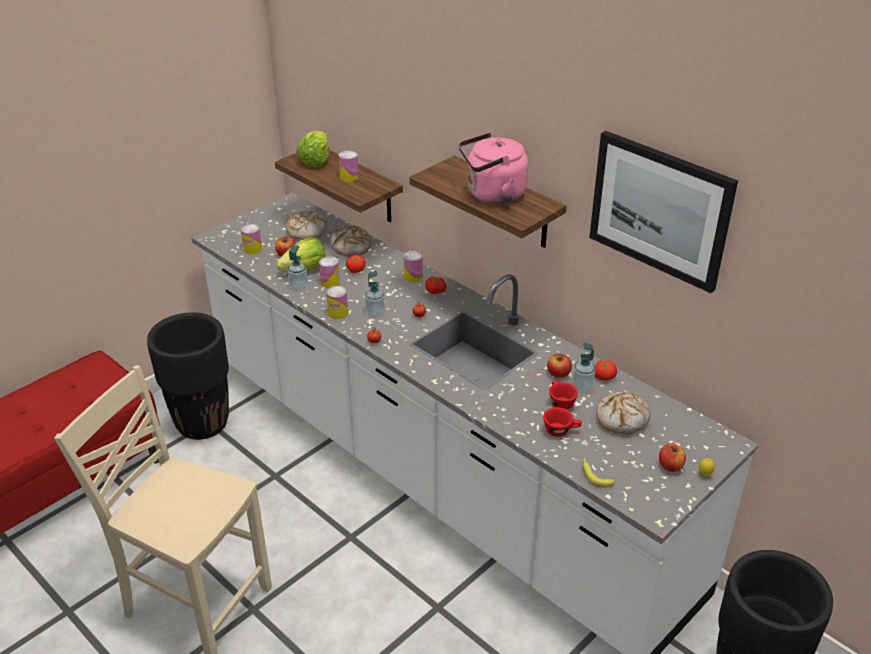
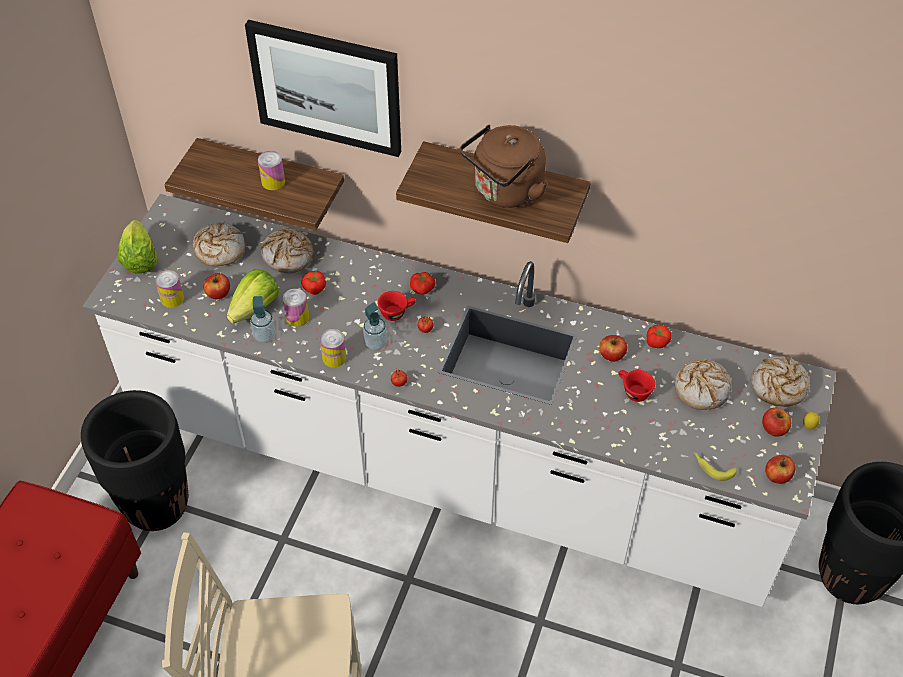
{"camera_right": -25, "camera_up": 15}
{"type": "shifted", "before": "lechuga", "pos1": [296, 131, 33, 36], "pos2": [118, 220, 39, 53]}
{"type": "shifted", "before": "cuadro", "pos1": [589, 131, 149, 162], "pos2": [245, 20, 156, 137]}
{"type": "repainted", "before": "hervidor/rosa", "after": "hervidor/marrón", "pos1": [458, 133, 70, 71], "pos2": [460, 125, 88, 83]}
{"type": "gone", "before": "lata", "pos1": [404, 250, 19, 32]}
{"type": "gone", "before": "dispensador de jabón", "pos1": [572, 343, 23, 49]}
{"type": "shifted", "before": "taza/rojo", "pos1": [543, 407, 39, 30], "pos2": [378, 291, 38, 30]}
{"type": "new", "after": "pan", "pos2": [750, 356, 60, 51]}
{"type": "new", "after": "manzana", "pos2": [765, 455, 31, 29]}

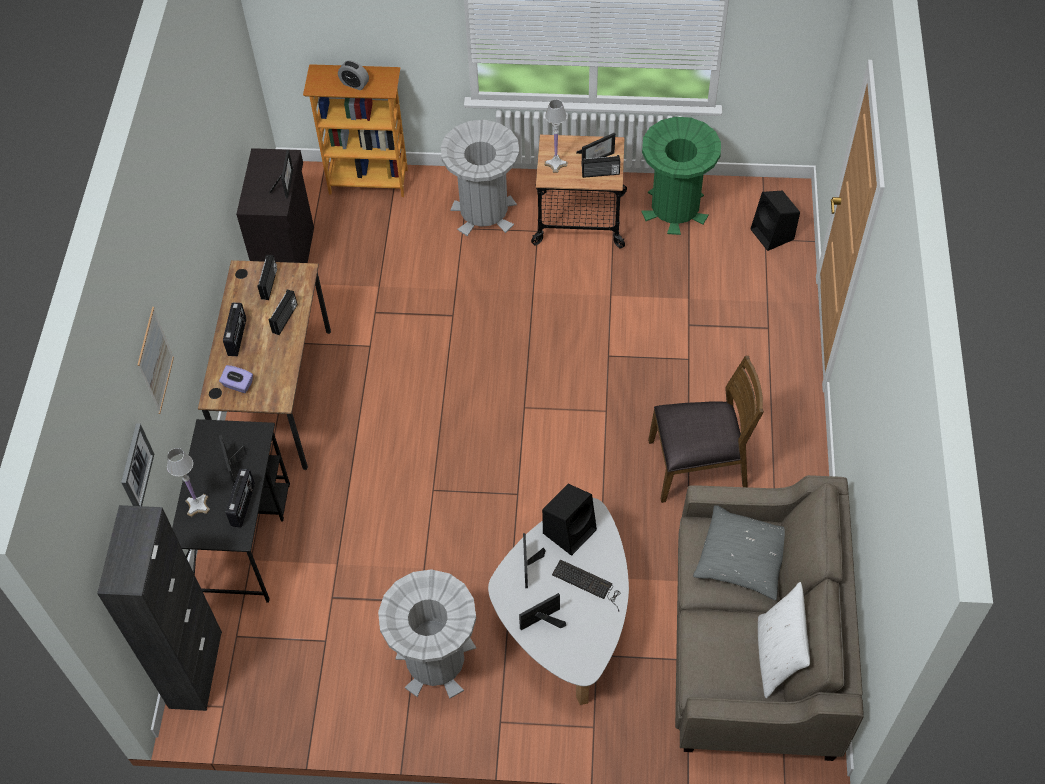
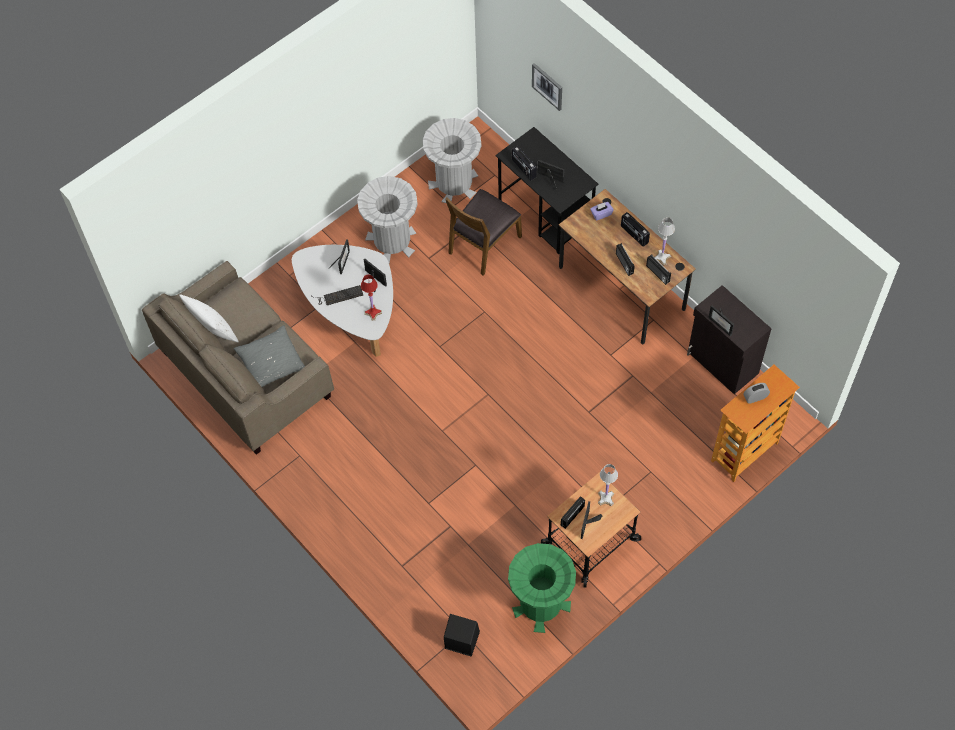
{"camera_right": 135, "camera_up": 5}
{"type": "shifted", "before": "papelera/gris", "pos1": [441, 120, 78, 117], "pos2": [423, 118, 58, 85]}
{"type": "gone", "before": "cuadro", "pos1": [138, 307, 36, 107]}
{"type": "shifted", "before": "silla/marrón", "pos1": [648, 356, 116, 147], "pos2": [445, 189, 77, 86]}
{"type": "shifted", "before": "lámpara de mesa/blanco", "pos1": [167, 448, 43, 69], "pos2": [654, 217, 21, 48]}
{"type": "swapped", "before": "altavoz/negro", "after": "lámpara de mesa/rojo", "pos1": [542, 484, 55, 72], "pos2": [361, 275, 21, 45]}
{"type": "gone", "before": "armario/negro", "pos1": [97, 505, 125, 206]}

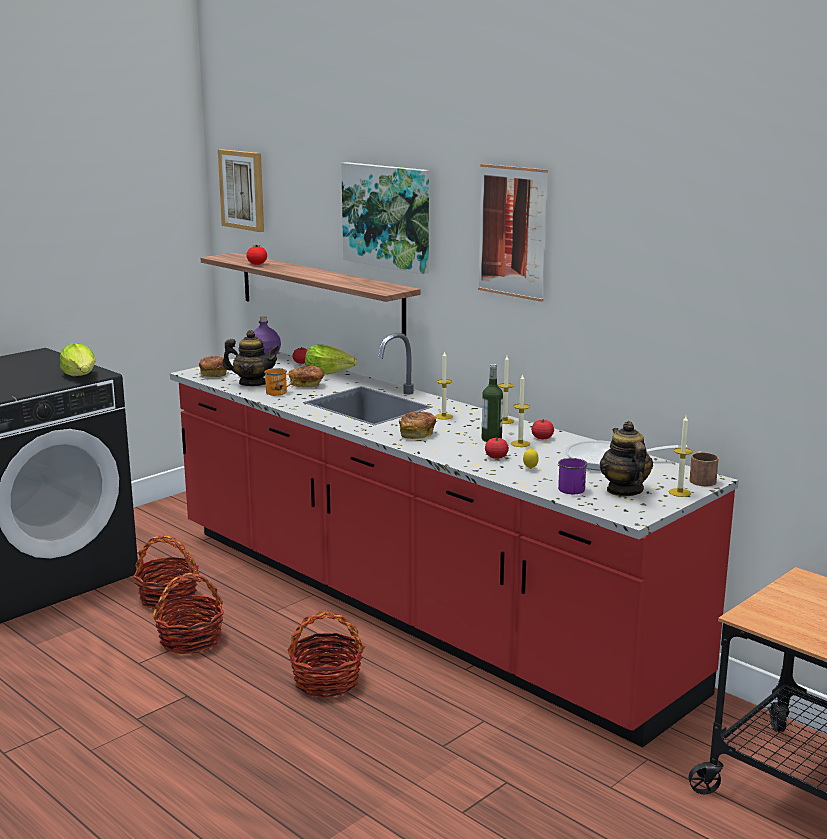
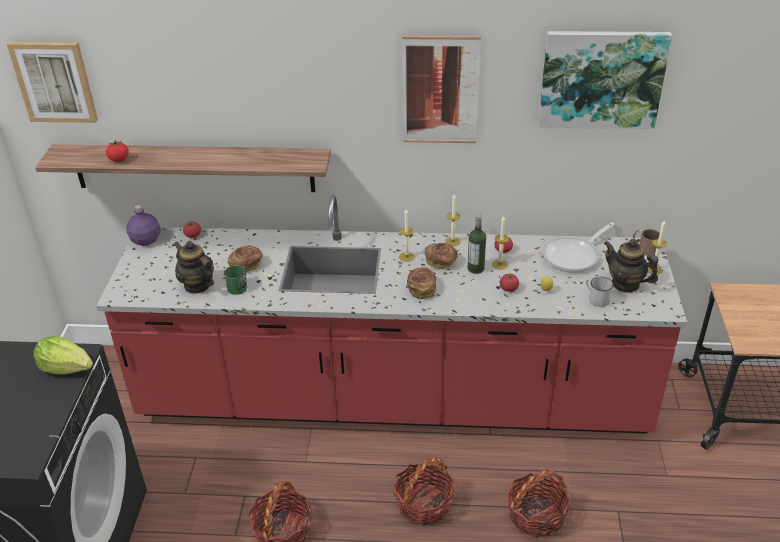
{"camera_right": -40, "camera_up": 20}
{"type": "shifted", "before": "cuadro", "pos1": [341, 162, 88, 112], "pos2": [538, 31, 134, 98]}
{"type": "rotated", "before": "tetera", "pos1": [222, 330, 58, 56], "pos2": [174, 241, 40, 53], "turn": -105}
{"type": "gone", "before": "lechuga", "pos1": [305, 344, 52, 30]}
{"type": "shifted", "before": "pan", "pos1": [199, 356, 28, 21], "pos2": [425, 243, 33, 26]}
{"type": "repainted", "before": "taza grande/naranja", "after": "taza grande/verde", "pos1": [264, 368, 30, 28], "pos2": [224, 265, 23, 30]}
{"type": "repainted", "before": "taza grande/morado", "after": "taza grande/blanco", "pos1": [558, 458, 29, 36], "pos2": [586, 277, 28, 30]}
{"type": "shifted", "before": "cesta", "pos1": [133, 535, 66, 74], "pos2": [507, 470, 64, 68]}

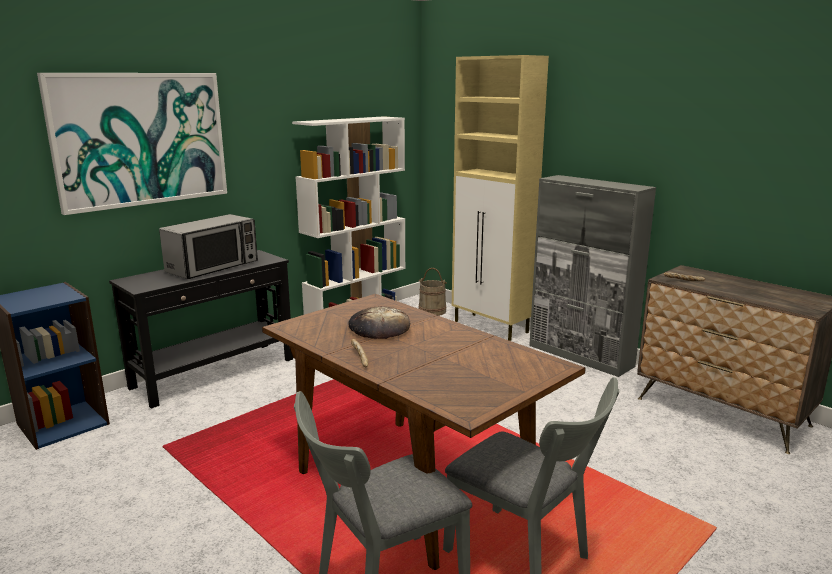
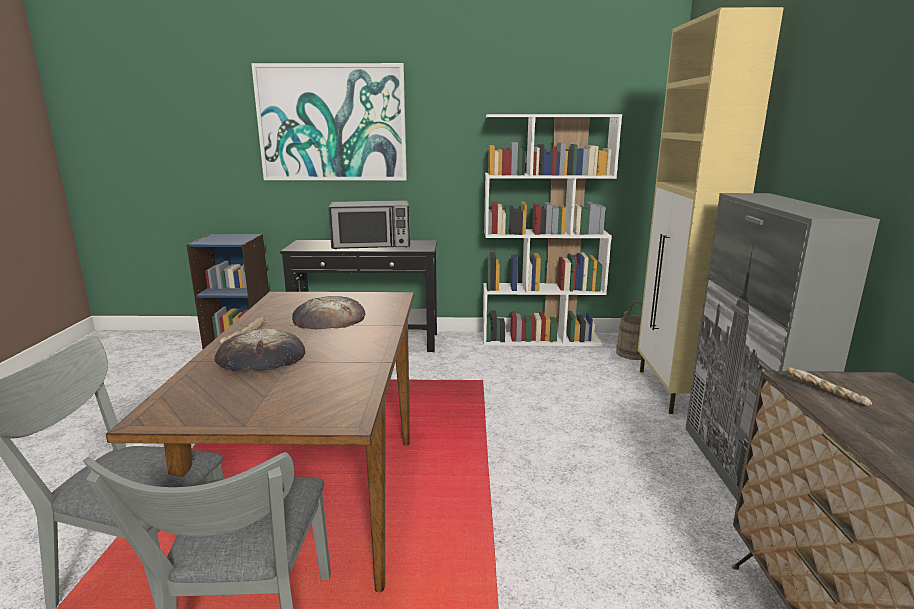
{"camera_right": 45, "camera_up": 0}
{"type": "new", "after": "pan", "pos2": [214, 328, 91, 44]}

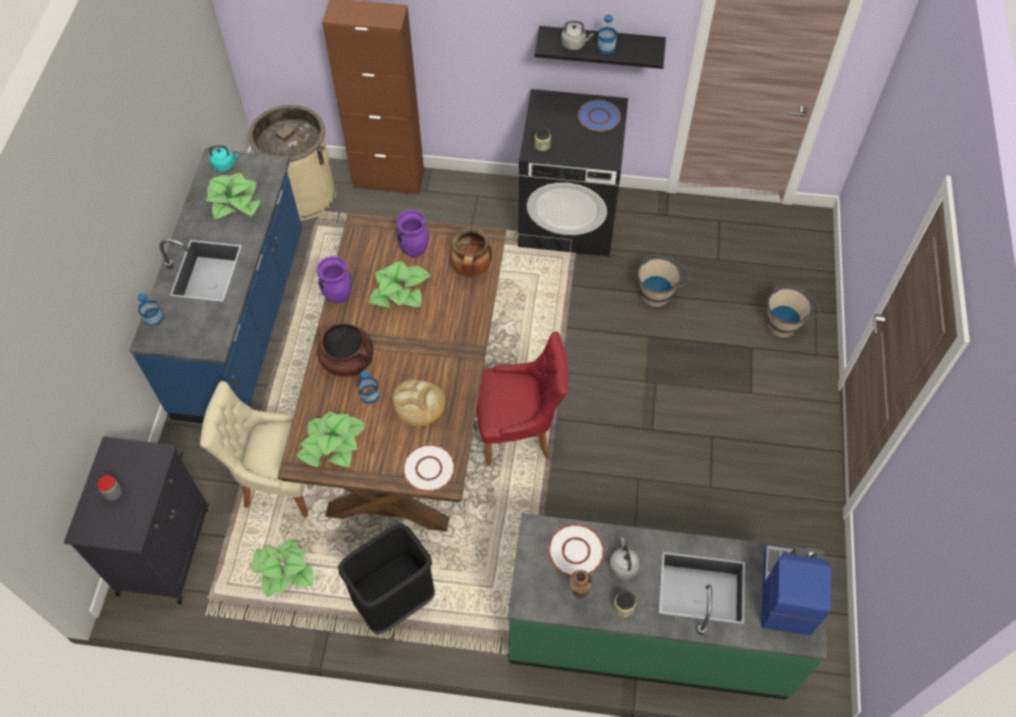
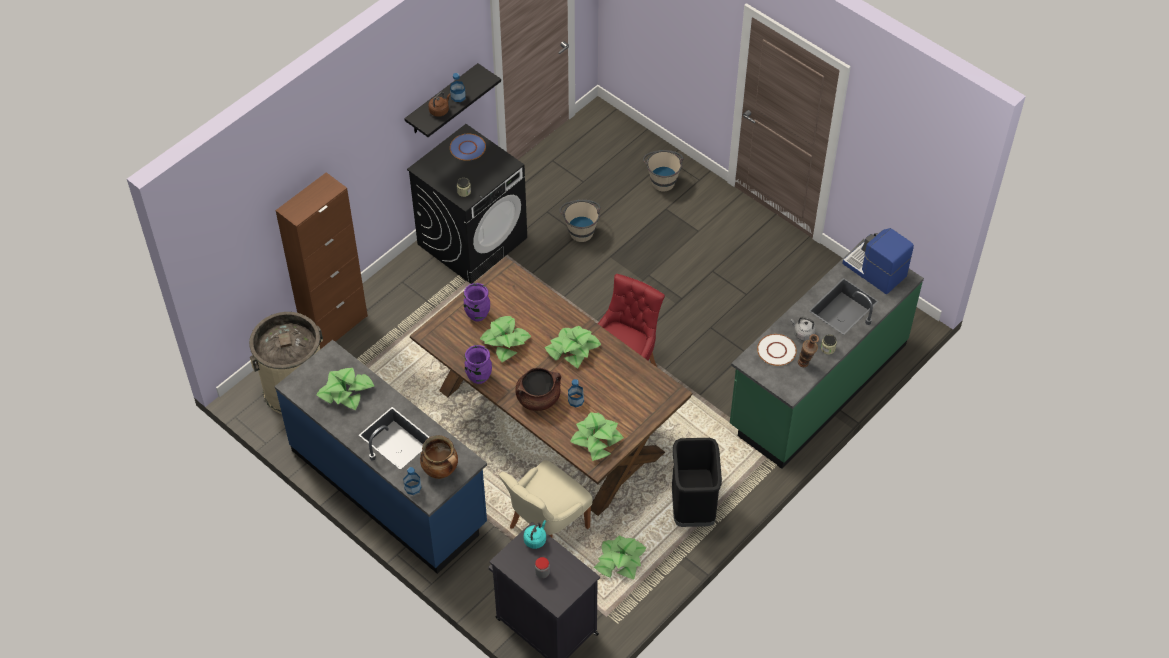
{"camera_right": -55, "camera_up": -5}
{"type": "repainted", "before": "hervidor/gris", "after": "hervidor/marrón", "pos1": [561, 21, 32, 29], "pos2": [428, 92, 23, 25]}
{"type": "shifted", "before": "hervidor/turquesa", "pos1": [209, 145, 30, 27], "pos2": [524, 520, 22, 29]}
{"type": "shifted", "before": "olla", "pos1": [450, 227, 42, 50], "pos2": [420, 435, 38, 44]}
{"type": "gone", "before": "pan", "pos1": [391, 379, 55, 47]}
{"type": "gone", "before": "plato/blanco", "pos1": [403, 444, 52, 48]}
{"type": "new", "after": "planta en maceta", "pos2": [545, 326, 56, 43]}

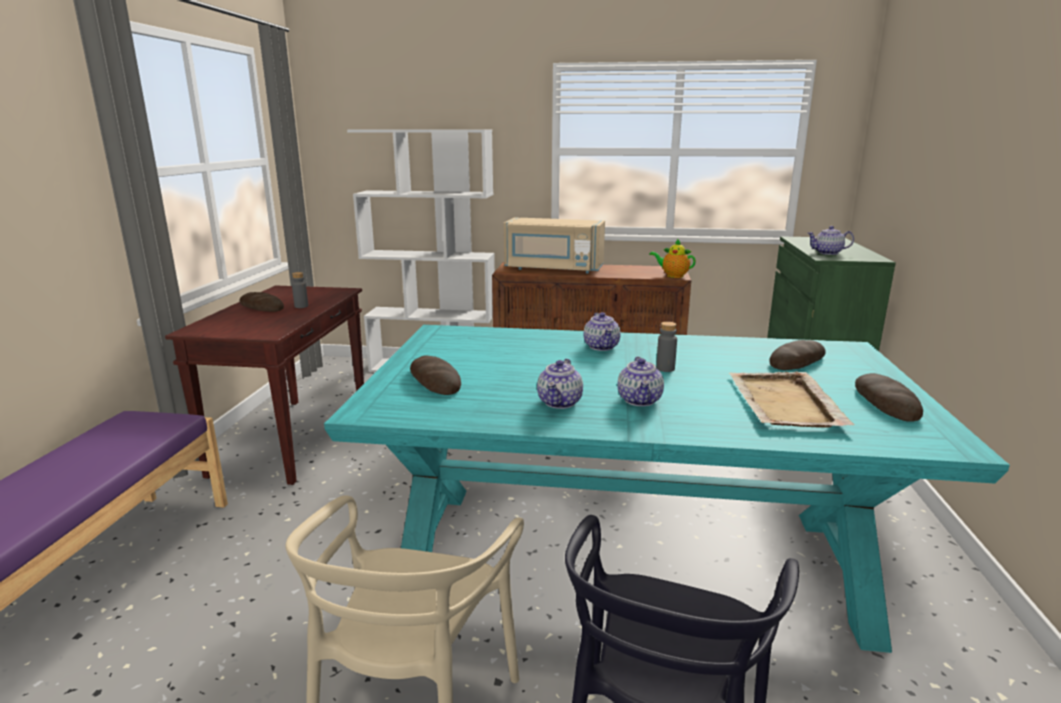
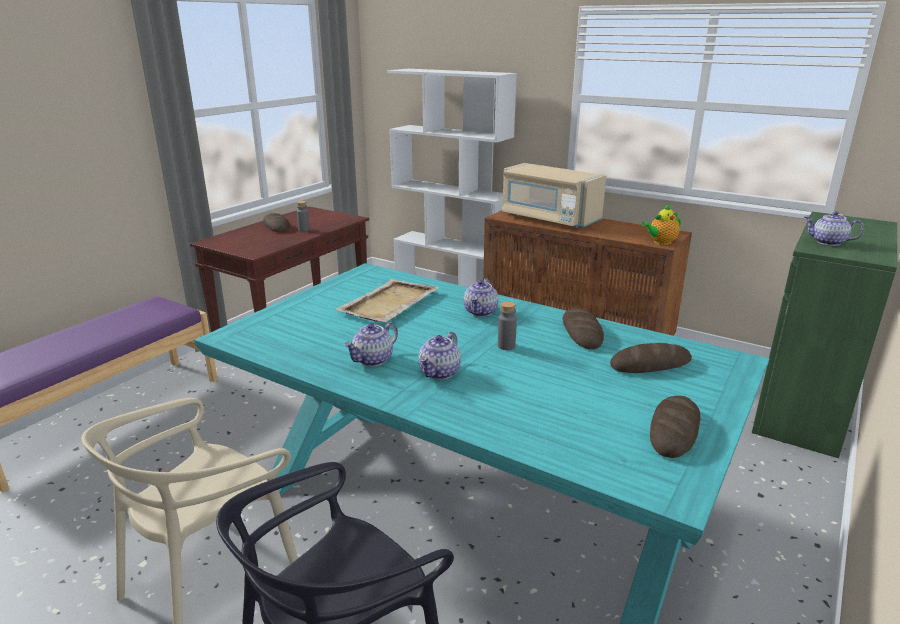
{"camera_right": 25, "camera_up": 5}
{"type": "rotated", "before": "tetera", "pos1": [650, 239, 46, 39], "pos2": [641, 203, 40, 42], "turn": -75}
{"type": "shifted", "before": "pan", "pos1": [410, 355, 51, 40], "pos2": [563, 308, 41, 41]}
{"type": "shifted", "before": "bandeja/beis", "pos1": [728, 371, 126, 57], "pos2": [334, 279, 106, 43]}

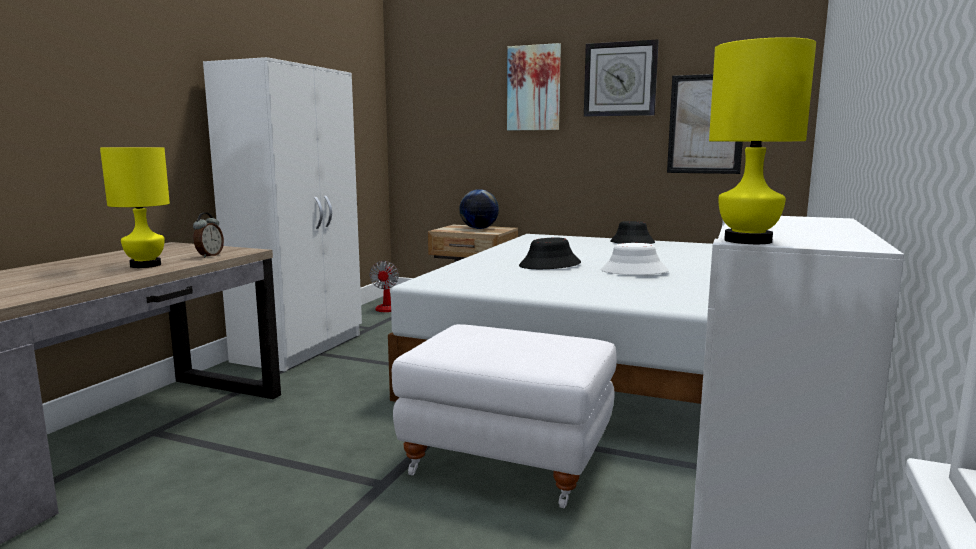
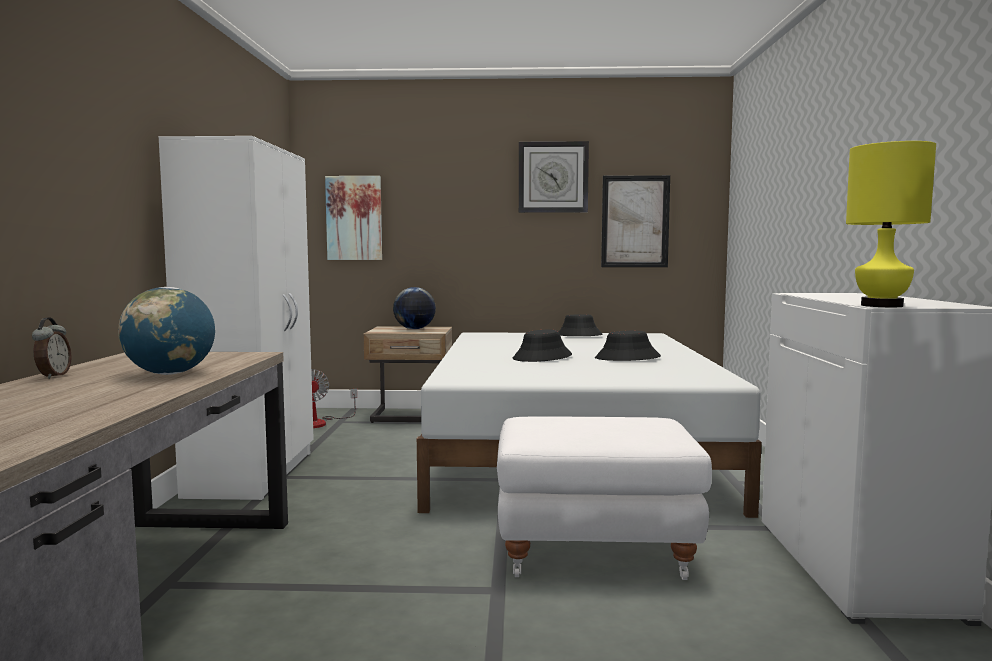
{"camera_right": -20, "camera_up": -5}
{"type": "shifted", "before": "cuadro", "pos1": [507, 43, 54, 87], "pos2": [325, 176, 57, 84]}
{"type": "swapped", "before": "lámpara de mesa/amarillo", "after": "globo terráqueo", "pos1": [100, 147, 70, 121], "pos2": [118, 287, 97, 88]}
{"type": "shifted", "before": "despertador", "pos1": [193, 212, 31, 46], "pos2": [32, 317, 40, 62]}
{"type": "repainted", "before": "sombrero/blanco", "after": "sombrero/negro", "pos1": [601, 243, 68, 32], "pos2": [595, 331, 66, 30]}

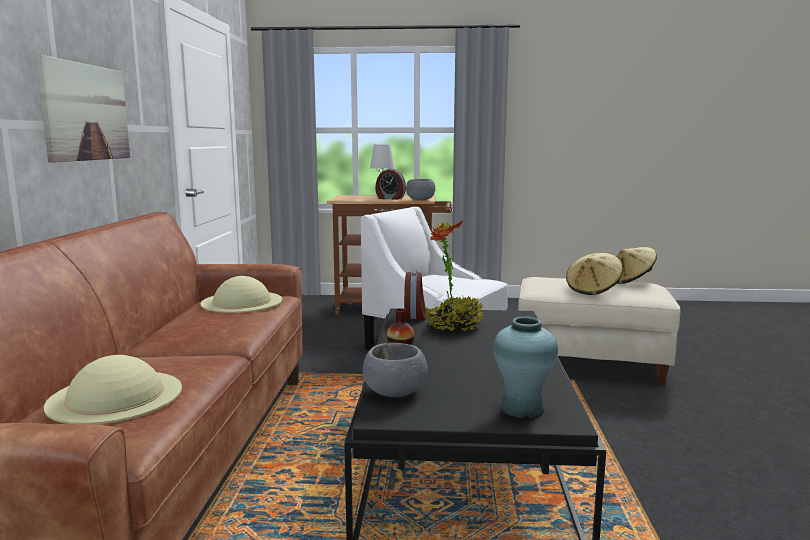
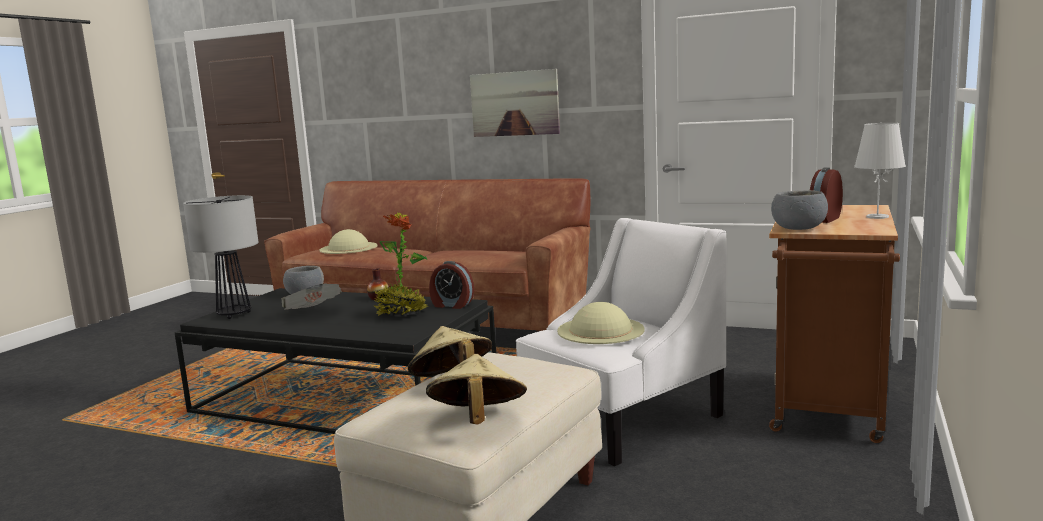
{"camera_right": 110, "camera_up": 0}
{"type": "shifted", "before": "sombrero/beis", "pos1": [200, 276, 82, 37], "pos2": [557, 302, 88, 42]}
{"type": "swapped", "before": "florero/turquesa", "after": "lámpara de mesa", "pos1": [494, 316, 64, 102], "pos2": [183, 195, 75, 124]}
{"type": "new", "after": "periódico", "pos2": [281, 284, 61, 26]}

